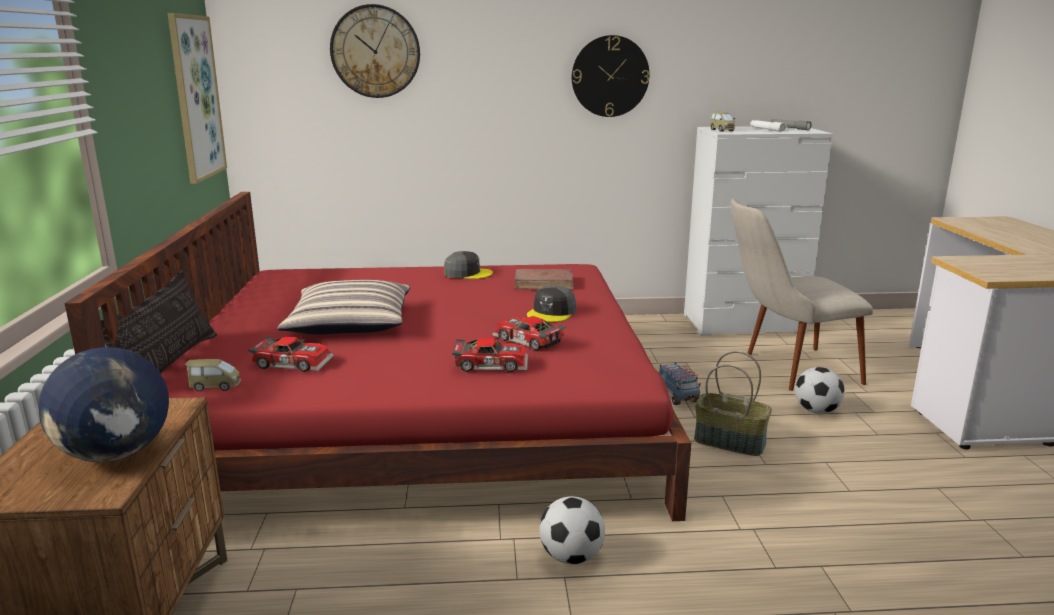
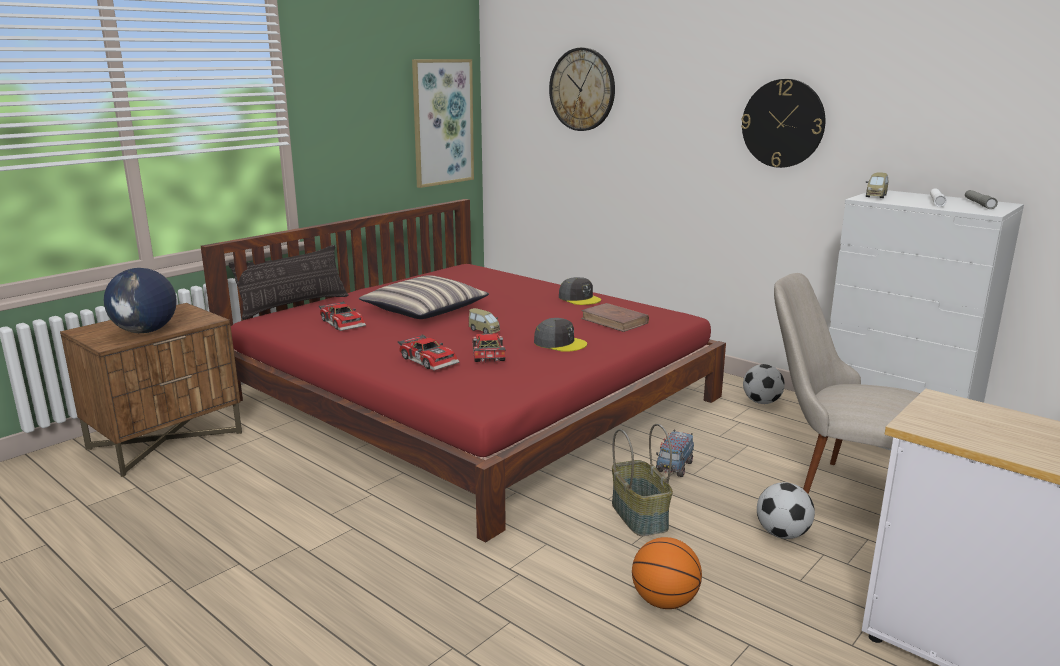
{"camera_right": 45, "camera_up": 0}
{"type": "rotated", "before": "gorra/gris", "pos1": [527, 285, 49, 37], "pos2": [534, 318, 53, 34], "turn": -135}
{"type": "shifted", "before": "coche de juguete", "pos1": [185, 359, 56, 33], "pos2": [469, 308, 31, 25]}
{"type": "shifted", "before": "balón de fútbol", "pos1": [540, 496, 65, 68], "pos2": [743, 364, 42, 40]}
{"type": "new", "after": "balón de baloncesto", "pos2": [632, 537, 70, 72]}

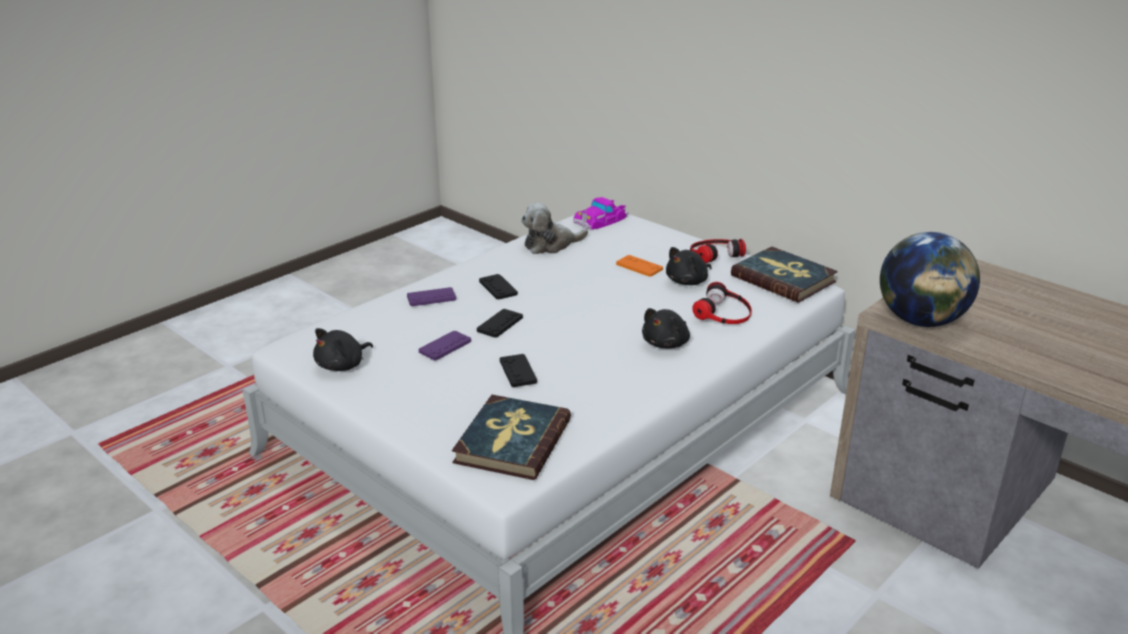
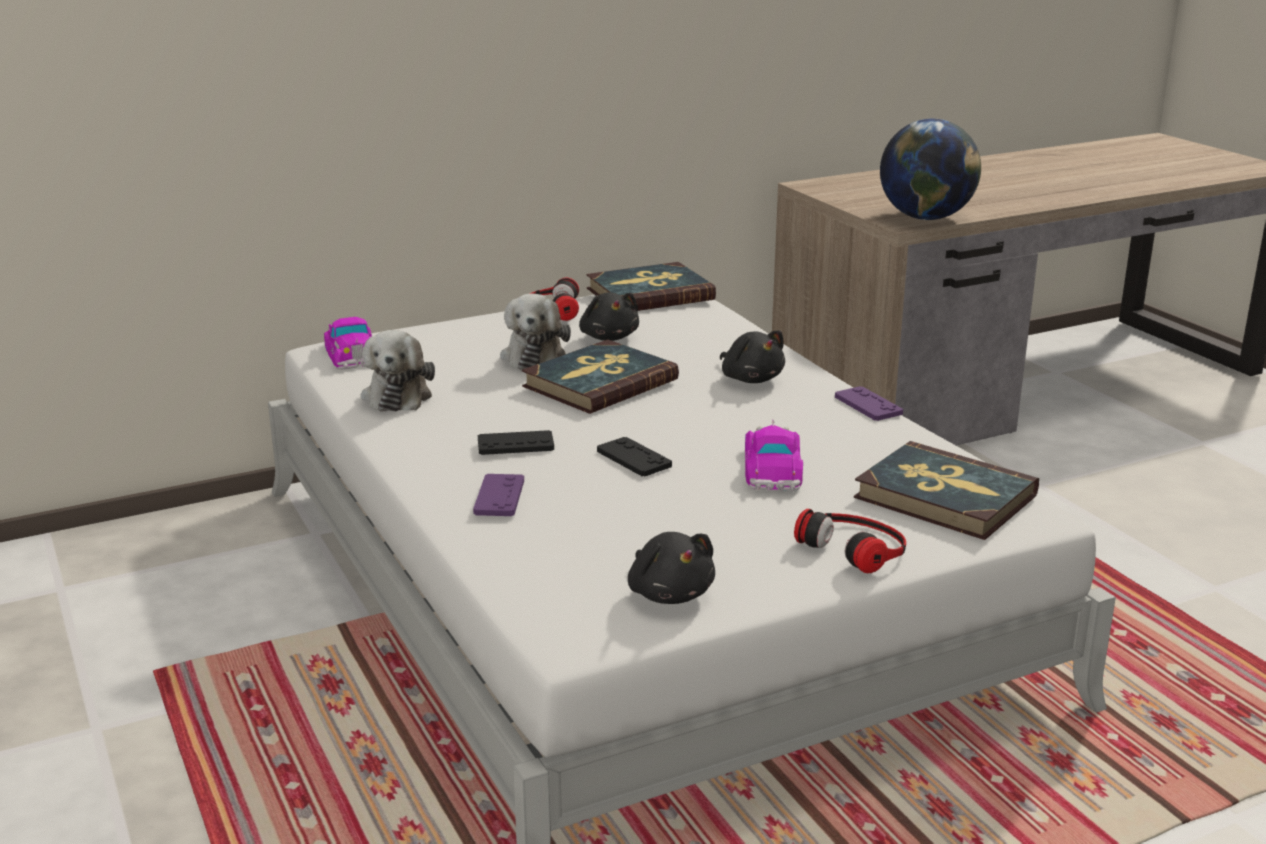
{"camera_right": -70, "camera_up": -5}
{"type": "swapped", "before": "mando de consola/naranja", "after": "peluche", "pos1": [616, 255, 47, 22], "pos2": [500, 294, 71, 76]}
{"type": "shifted", "before": "auriculares", "pos1": [692, 282, 60, 42], "pos2": [794, 509, 112, 64]}
{"type": "shifted", "before": "mando de consola/morado", "pos1": [419, 331, 52, 29], "pos2": [835, 386, 68, 35]}
{"type": "swapped", "before": "mando de consola/negro", "after": "coche de juguete", "pos1": [500, 354, 37, 33], "pos2": [745, 419, 58, 72]}
{"type": "new", "after": "libro", "pos2": [522, 339, 157, 75]}

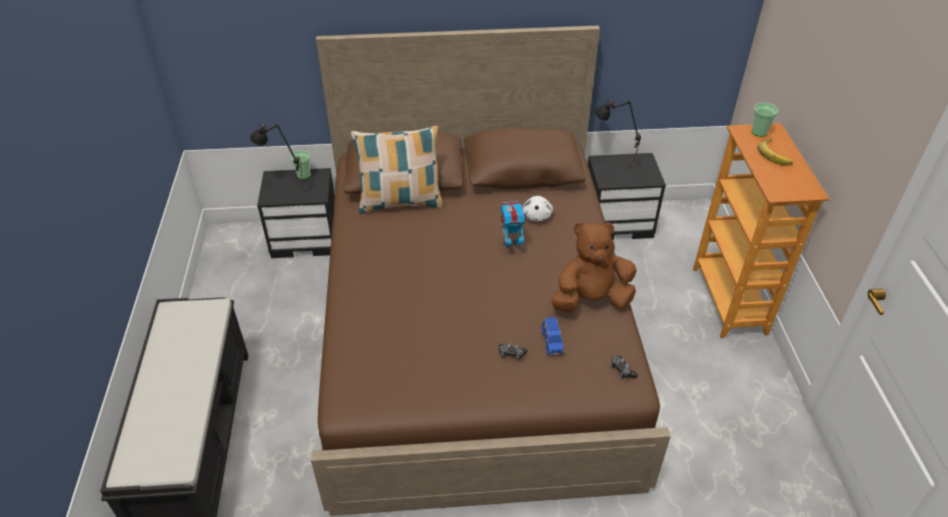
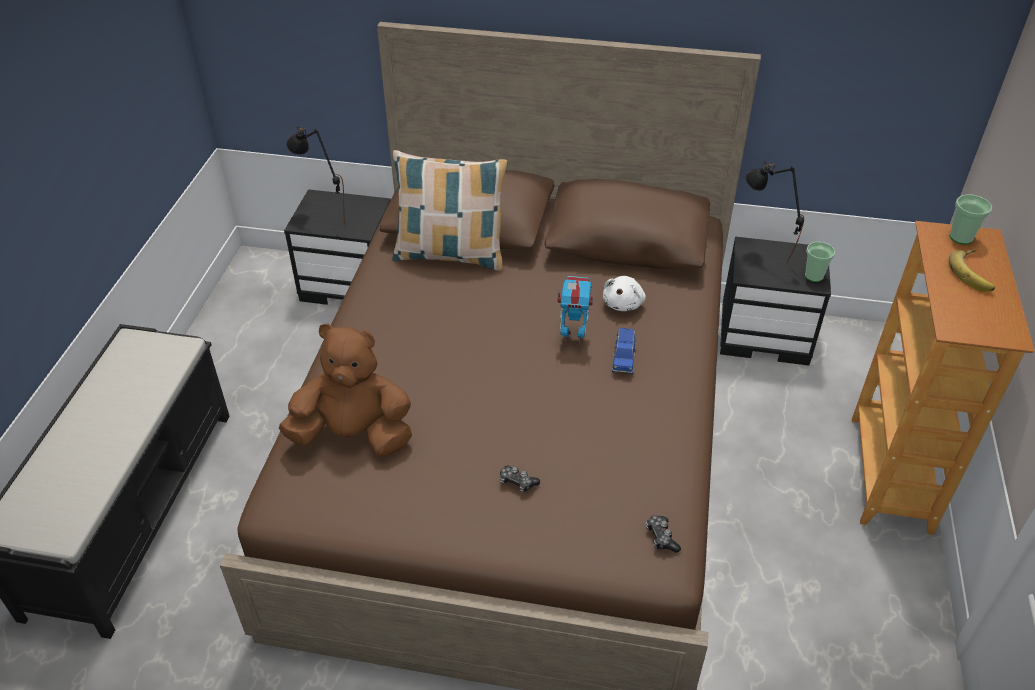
{"camera_right": 15, "camera_up": 0}
{"type": "shifted", "before": "taza", "pos1": [291, 151, 19, 28], "pos2": [805, 242, 30, 40]}
{"type": "shifted", "before": "peluche/marrón", "pos1": [551, 222, 86, 90], "pos2": [279, 323, 133, 134]}
{"type": "shifted", "before": "coche de juguete/azul", "pos1": [542, 317, 22, 38], "pos2": [612, 328, 24, 46]}

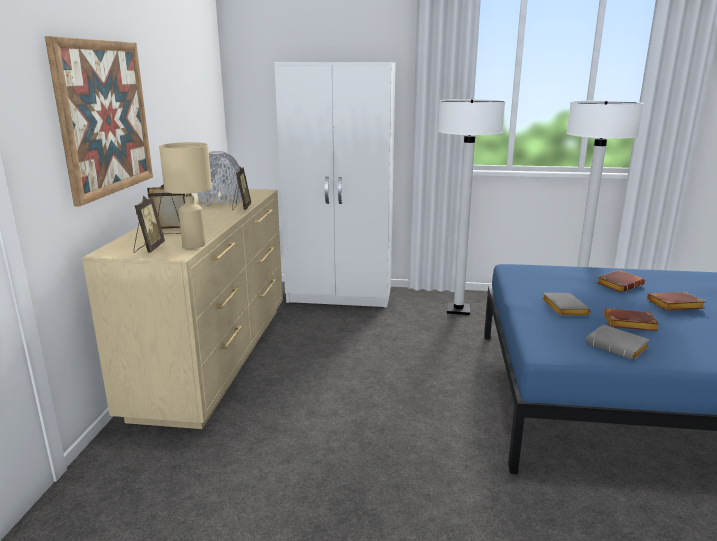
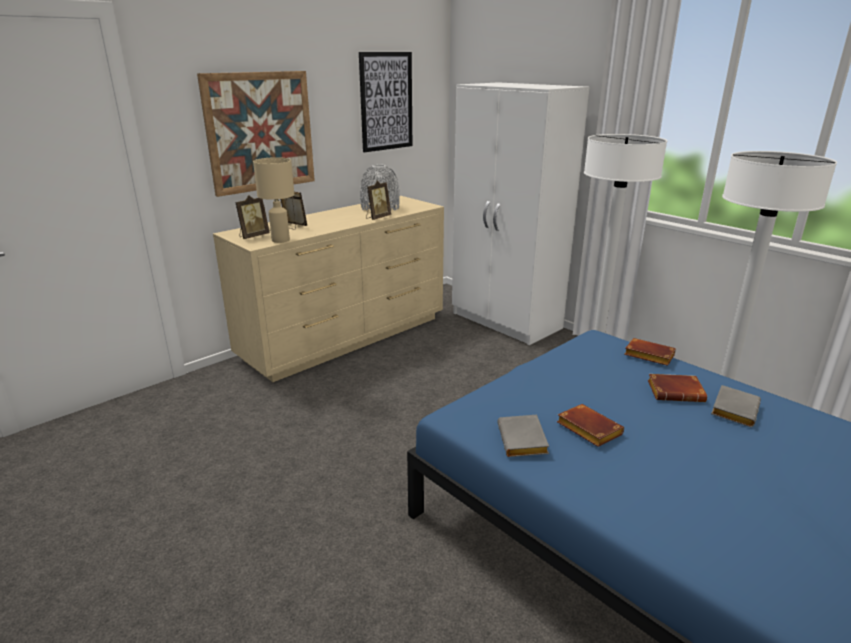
{"camera_right": 40, "camera_up": 5}
{"type": "shifted", "before": "libro/marrón", "pos1": [647, 292, 59, 18], "pos2": [624, 338, 52, 28]}
{"type": "shifted", "before": "libro/gris", "pos1": [542, 293, 49, 23], "pos2": [711, 385, 50, 42]}
{"type": "new", "after": "cuadro", "pos2": [359, 52, 53, 100]}

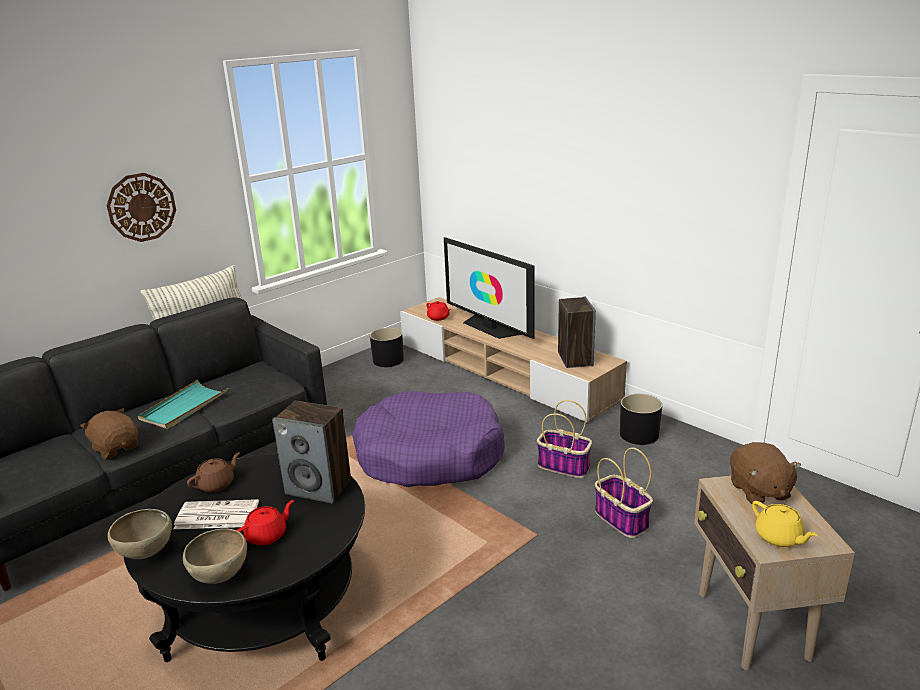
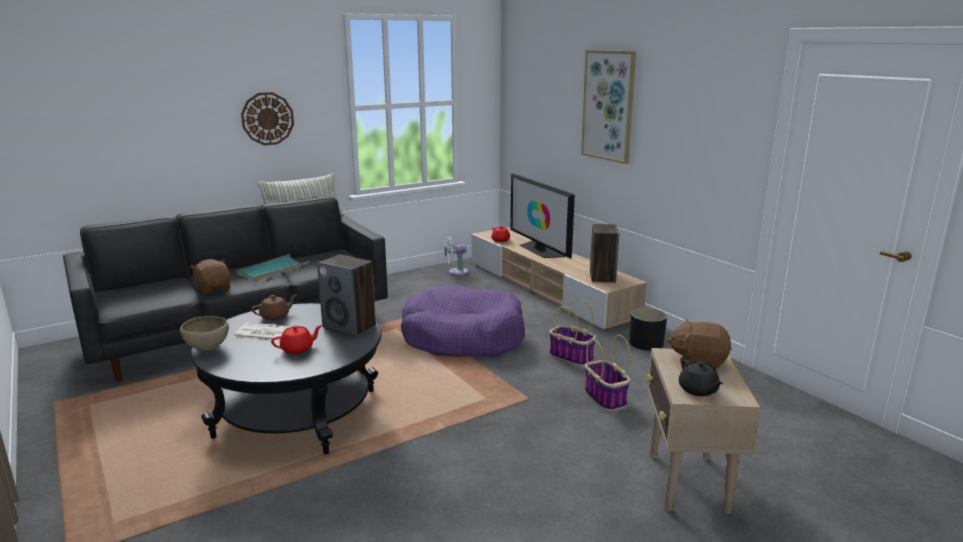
{"camera_right": 10, "camera_up": -5}
{"type": "swapped", "before": "maceta/negro", "after": "ventilador/blanco", "pos1": [370, 328, 34, 39], "pos2": [444, 237, 25, 39]}
{"type": "rotated", "before": "peluche/marrón", "pos1": [730, 442, 71, 62], "pos2": [667, 319, 65, 50], "turn": 105}
{"type": "repainted", "before": "tetera/amarillo", "after": "tetera/negro", "pos1": [752, 501, 65, 46], "pos2": [679, 359, 44, 37]}
{"type": "gone", "before": "cuenco/marrón", "pos1": [183, 528, 64, 56]}
{"type": "new", "after": "cuadro", "pos2": [581, 50, 55, 114]}

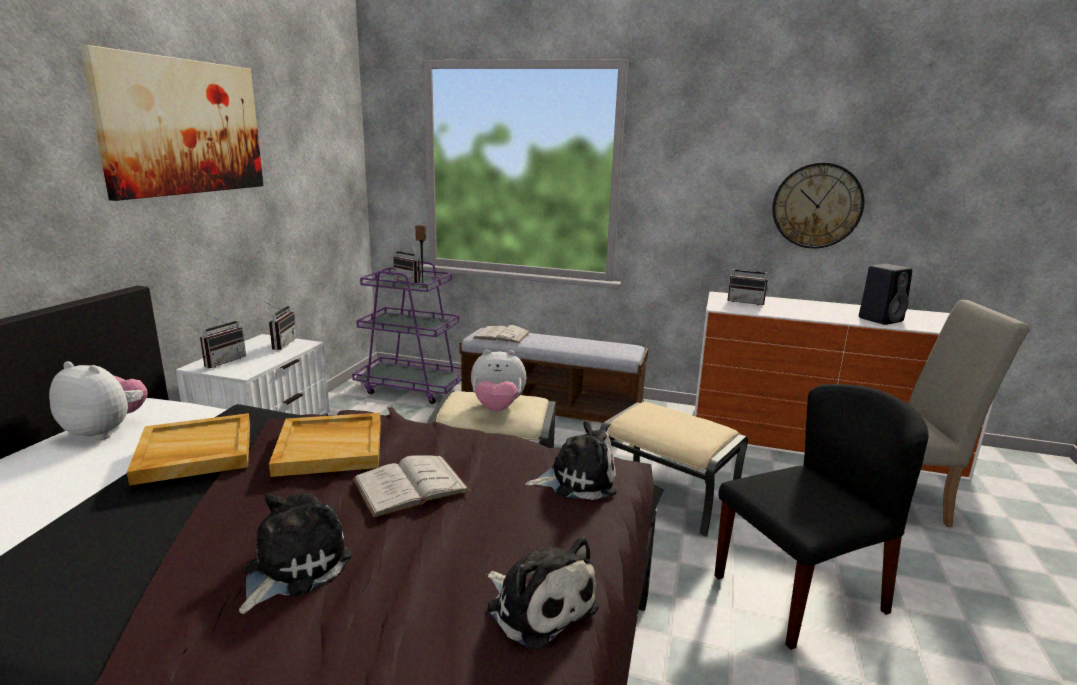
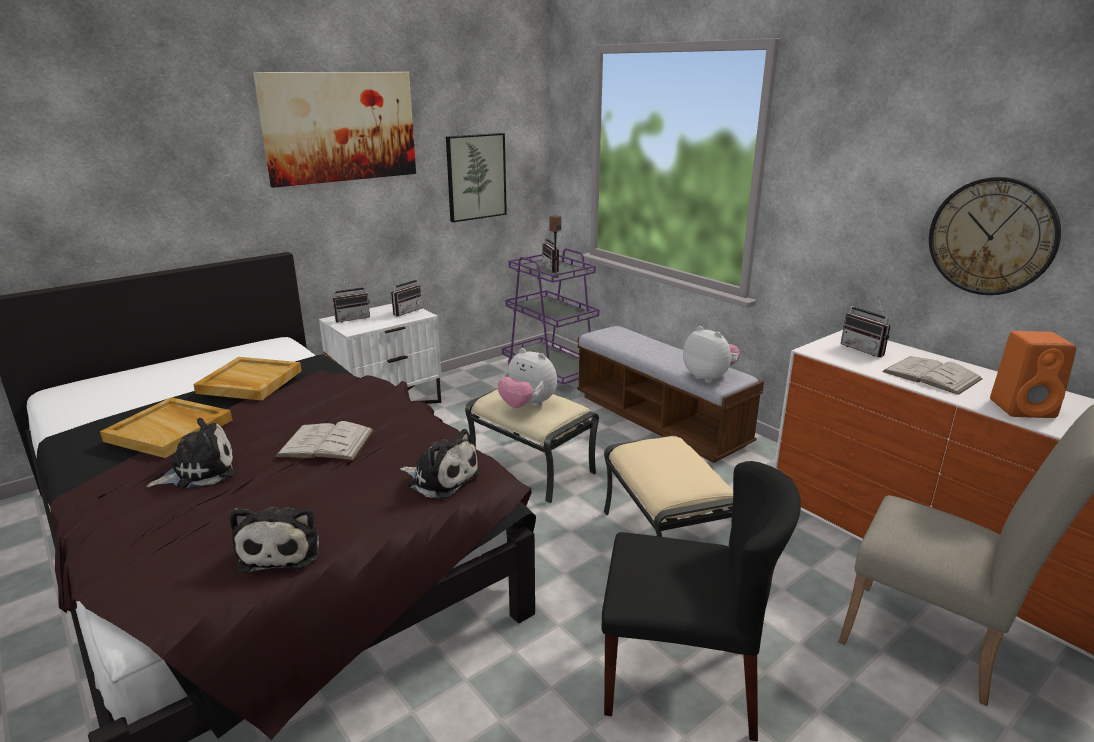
{"camera_right": 35, "camera_up": 5}
{"type": "repainted", "before": "altavoz/negro", "after": "altavoz/naranja", "pos1": [859, 264, 53, 61], "pos2": [990, 331, 86, 87]}
{"type": "shifted", "before": "libro/blanco", "pos1": [473, 325, 57, 18], "pos2": [882, 356, 101, 39]}
{"type": "shifted", "before": "peluche", "pos1": [49, 361, 99, 79], "pos2": [683, 326, 57, 57]}
{"type": "shifted", "before": "bandeja/beis", "pos1": [269, 413, 112, 64], "pos2": [100, 397, 132, 61]}
{"type": "new", "after": "cuadro", "pos2": [446, 133, 61, 89]}

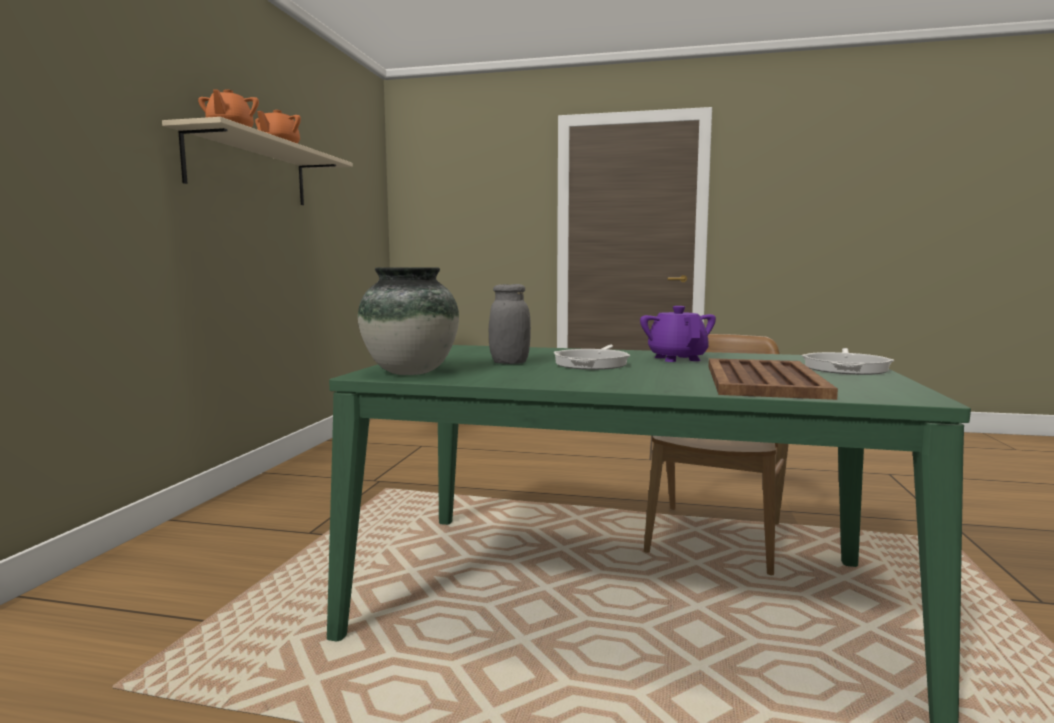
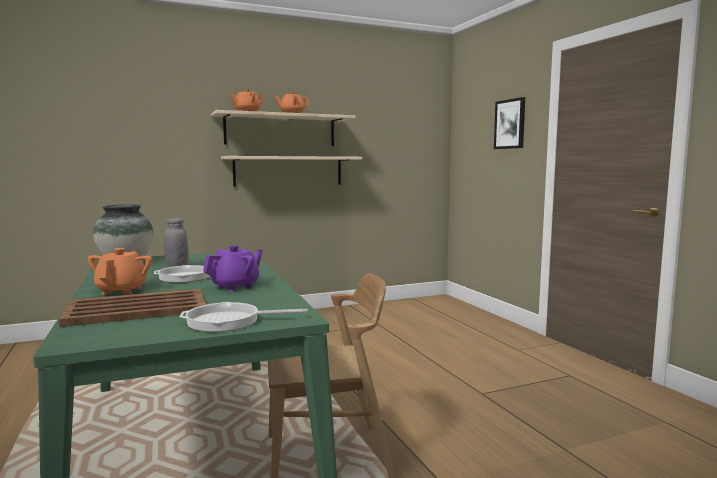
{"camera_right": 55, "camera_up": 0}
{"type": "new", "after": "cuadro", "pos2": [494, 97, 31, 52]}
{"type": "new", "after": "estante/beis", "pos2": [221, 156, 141, 30]}
{"type": "new", "after": "tetera/naranja", "pos2": [88, 248, 64, 47]}

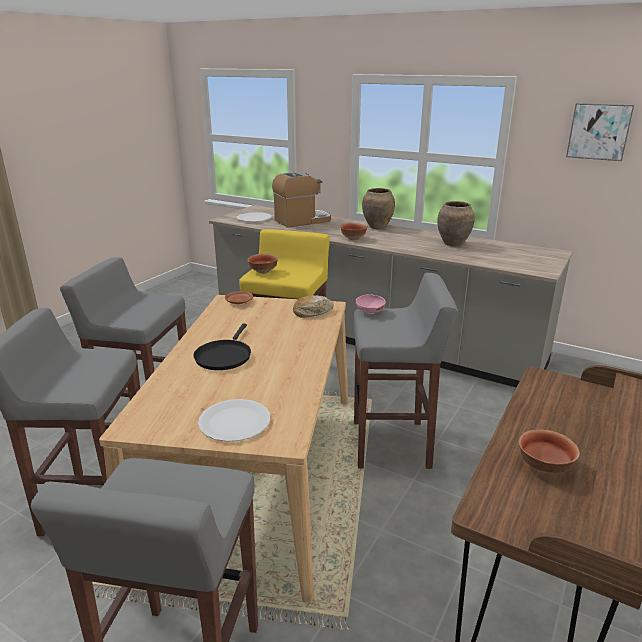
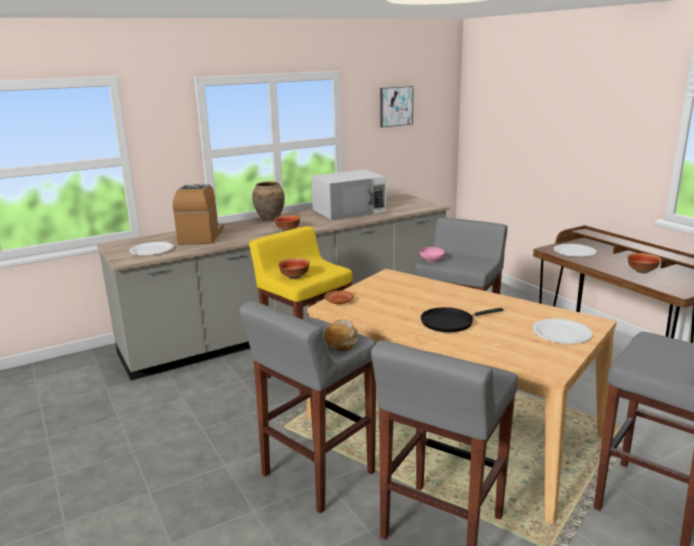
{"camera_right": -60, "camera_up": -5}
{"type": "swapped", "before": "florero/marrón", "after": "microondas/blanco", "pos1": [437, 201, 38, 46], "pos2": [311, 169, 75, 51]}
{"type": "shifted", "before": "pan", "pos1": [293, 295, 41, 23], "pos2": [324, 319, 34, 32]}
{"type": "rotated", "before": "sartén/negro", "pos1": [193, 324, 58, 46], "pos2": [421, 307, 83, 25], "turn": 120}
{"type": "new", "after": "plato/blanco", "pos2": [554, 244, 43, 13]}

